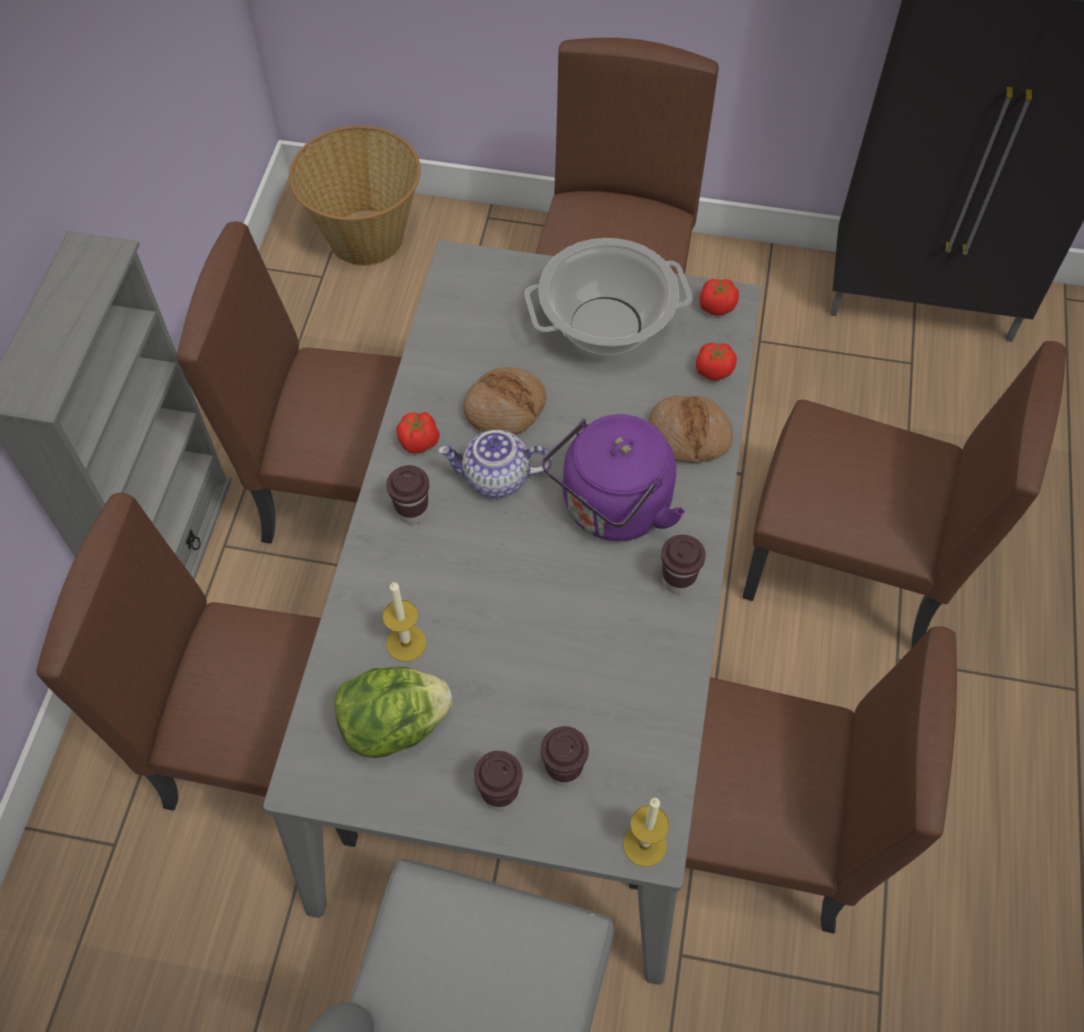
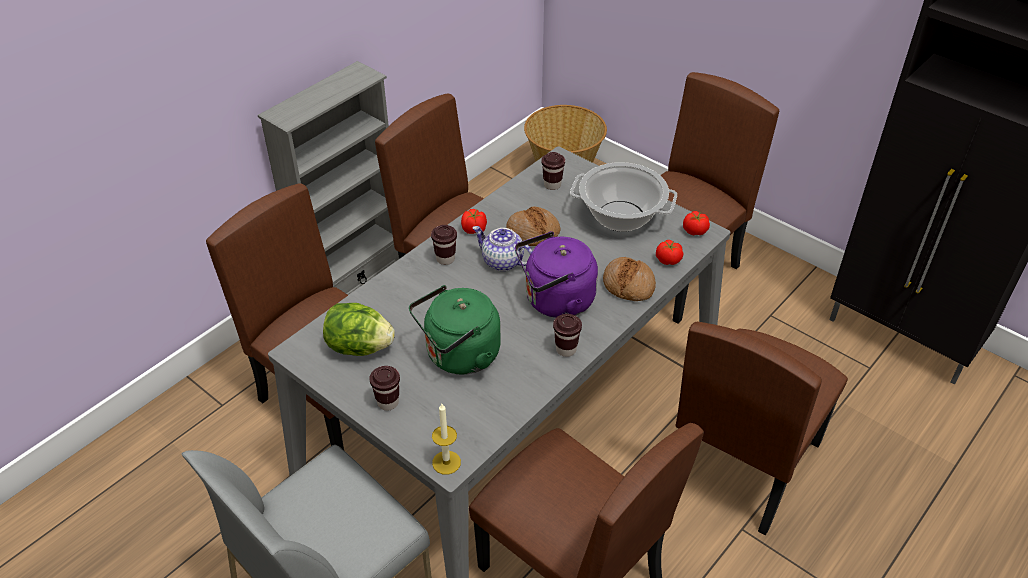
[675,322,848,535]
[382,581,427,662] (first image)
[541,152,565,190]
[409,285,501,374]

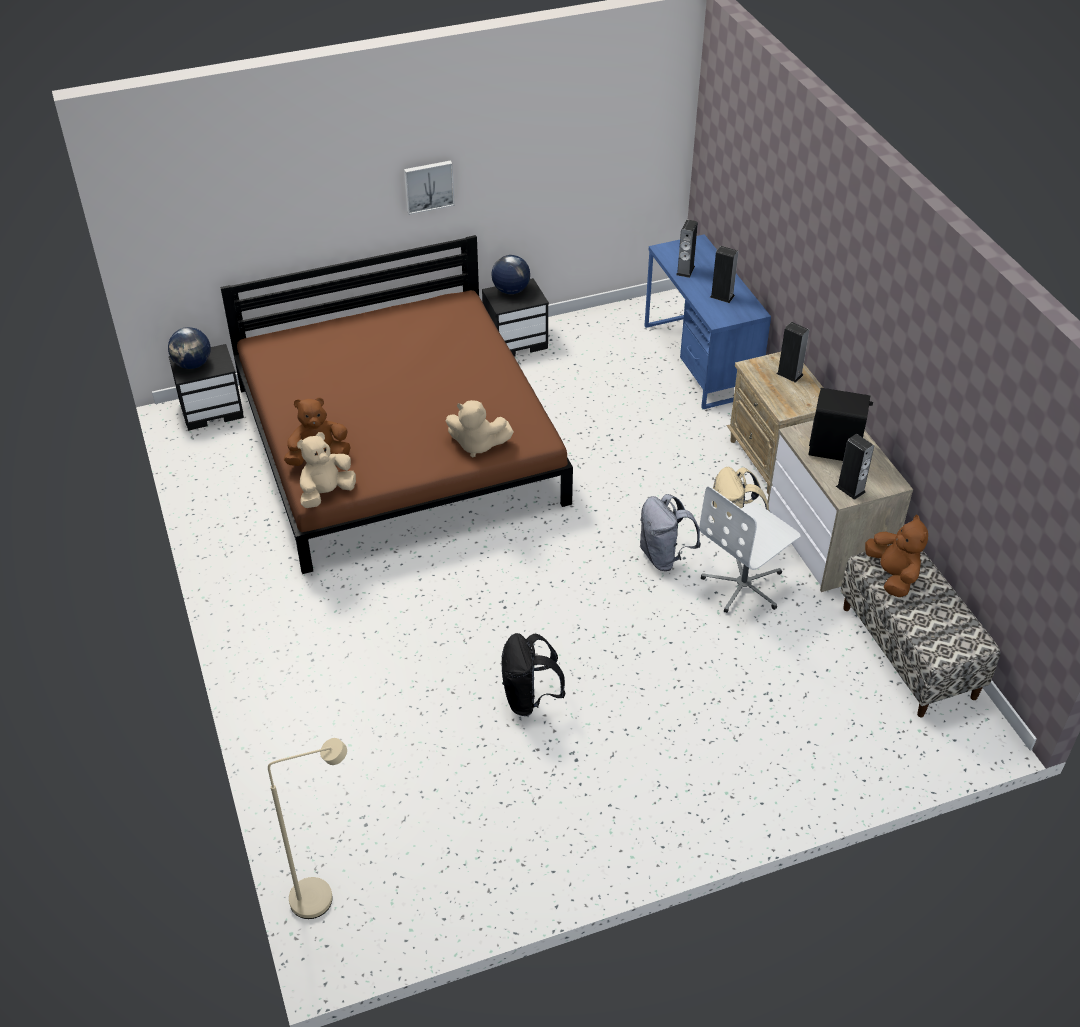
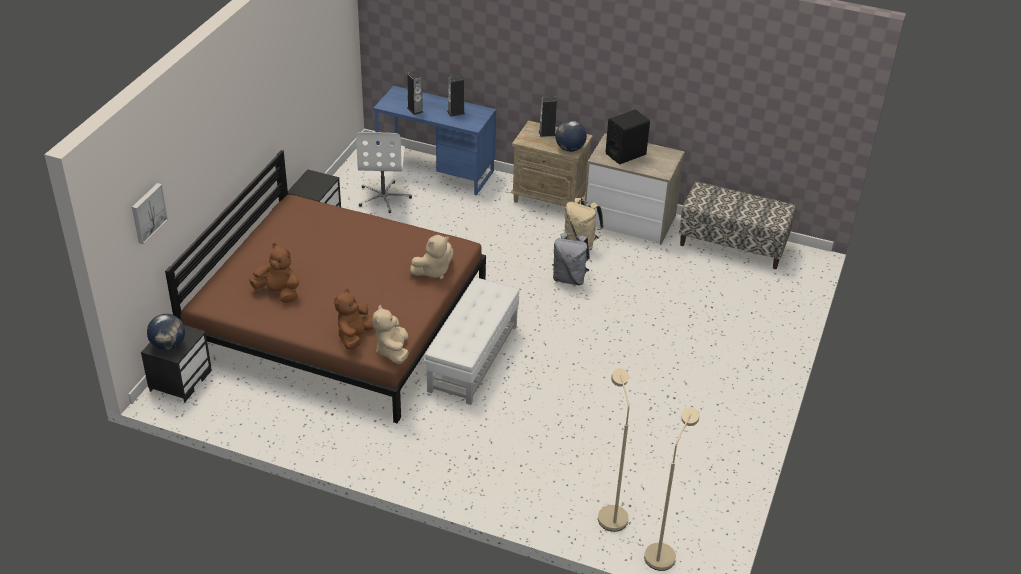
[132,183,168,244]
[556,120,587,152]
[836,434,874,500] (first image)
[356,132,412,213]
[249,243,299,303]
[502,633,566,716] (first image)
[425,278,519,405]
[598,368,629,532]

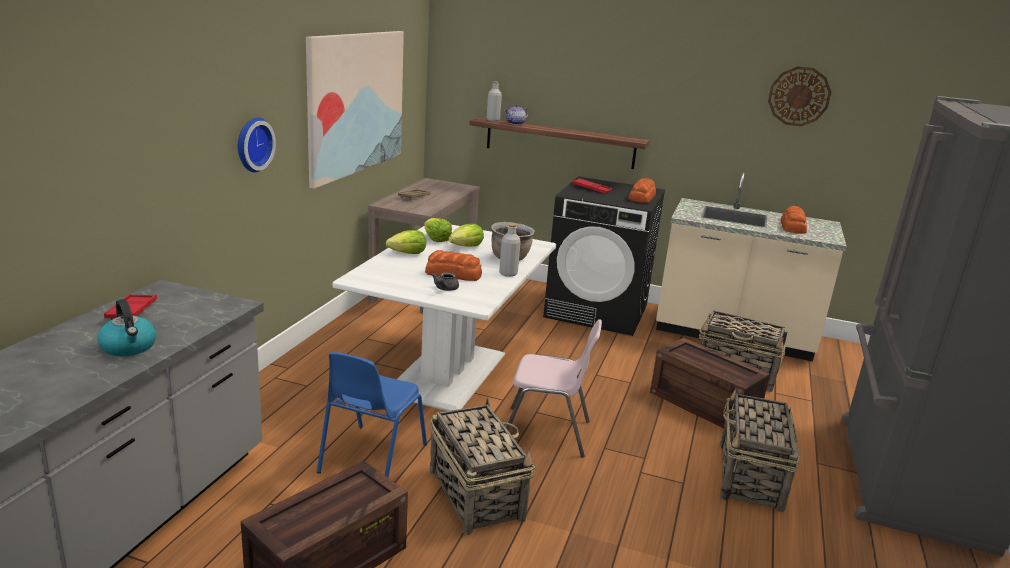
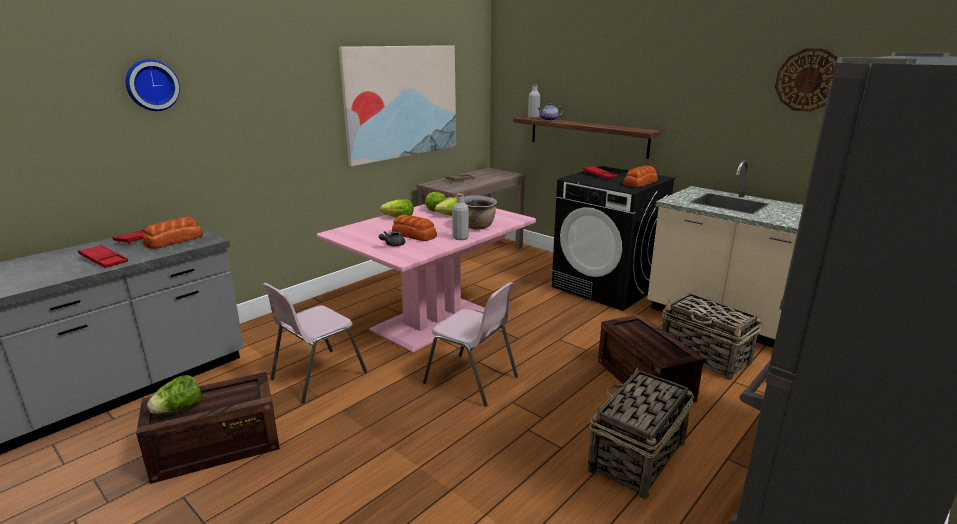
[126,59,180,111]
[143,217,203,249]
[317,197,536,353]
[78,245,128,268]
[262,283,367,403]
[430,398,535,535] (first image)
[147,375,202,414]

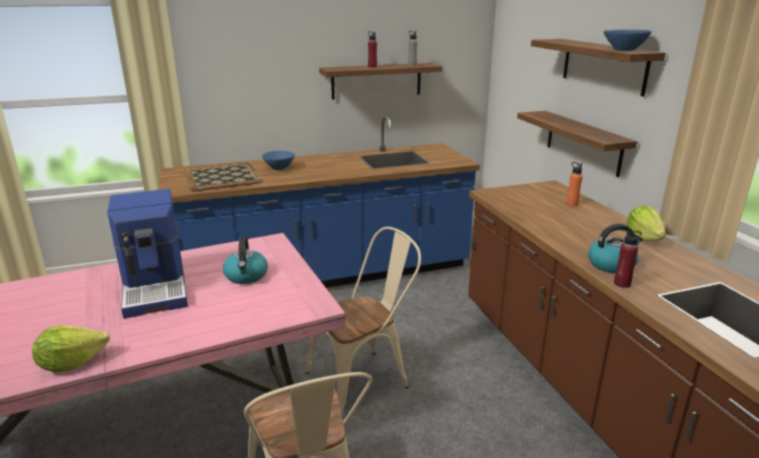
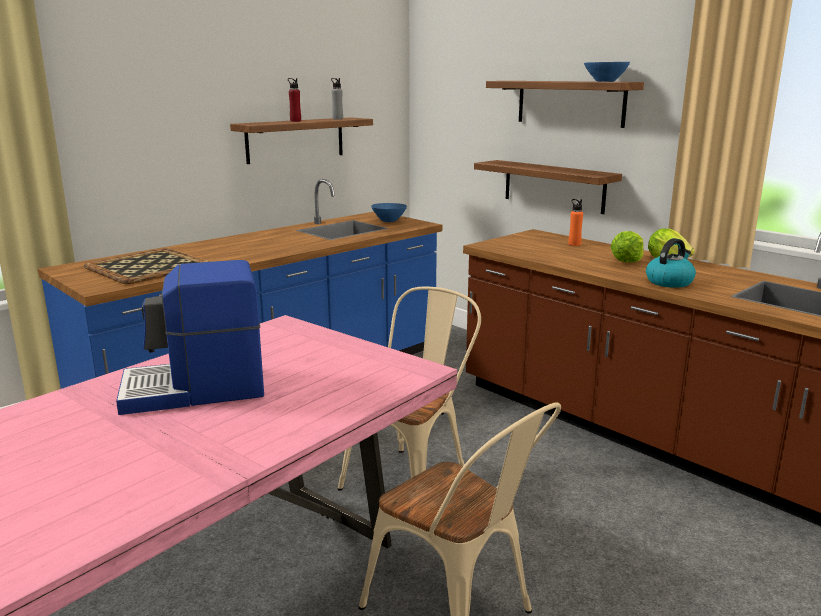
[371,203,407,222]
[116,260,264,415]
[614,229,642,288] (first image)
[223,236,268,284] (first image)
[610,231,643,263]

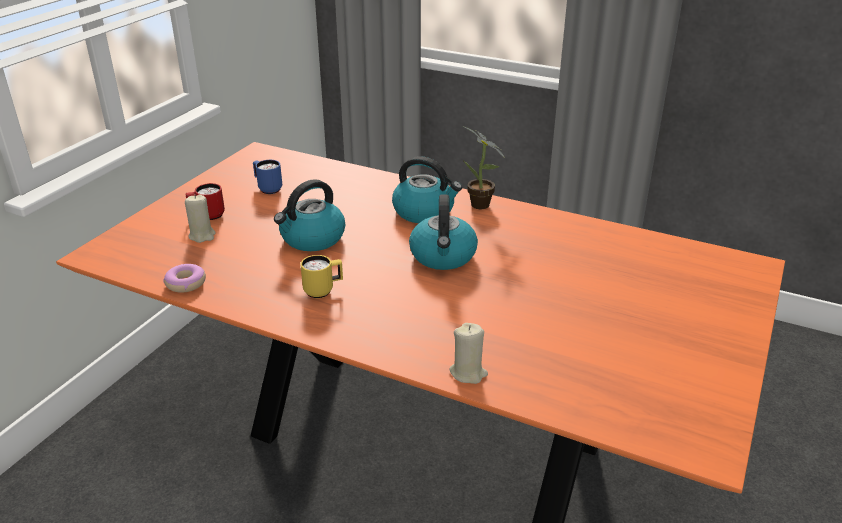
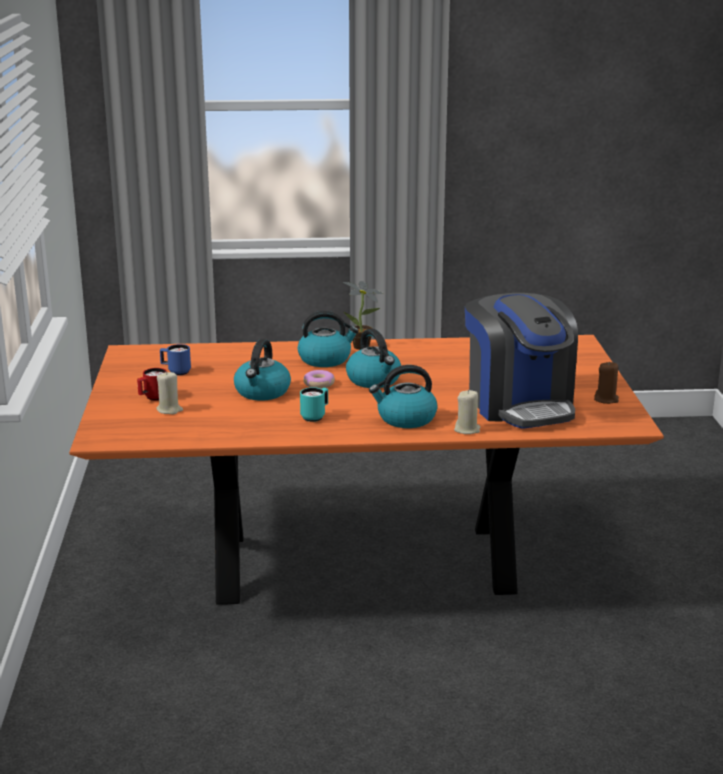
[300,387,328,422]
[303,370,335,389]
[465,293,578,429]
[594,361,619,404]
[369,365,438,428]

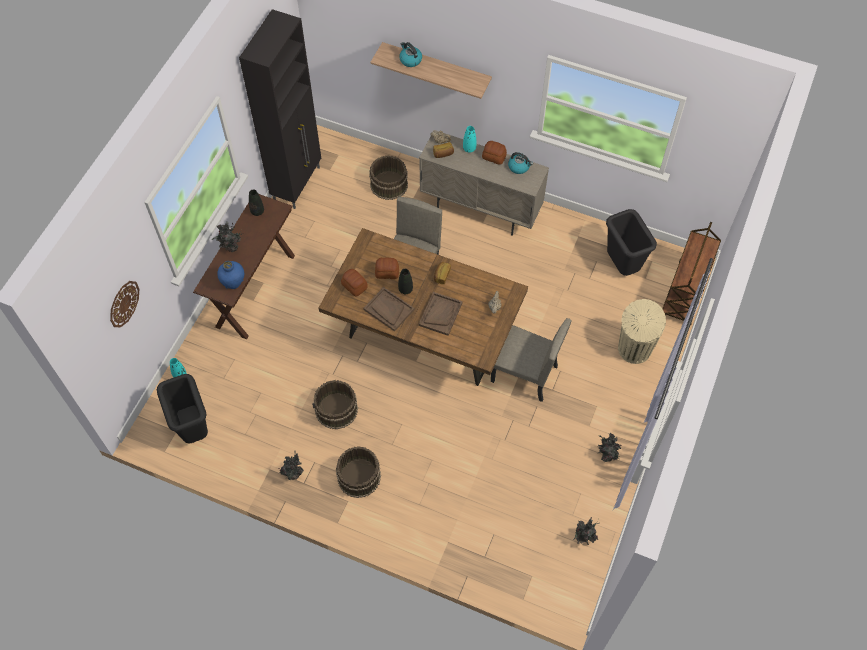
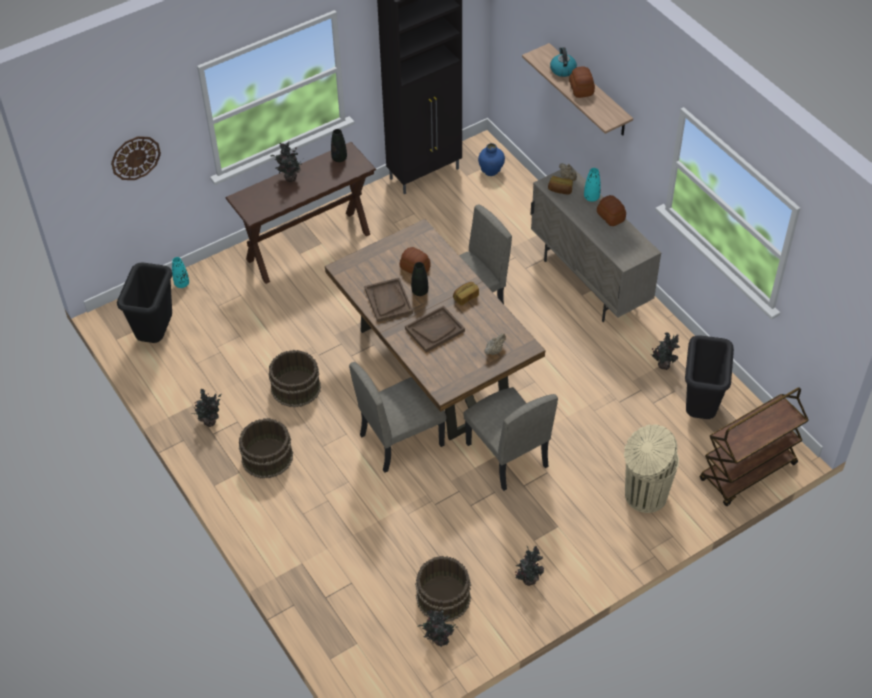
[508,152,533,174] (first image)
[415,556,471,622]
[478,143,505,176]
[569,66,595,98]
[652,332,680,370]
[349,362,446,473]

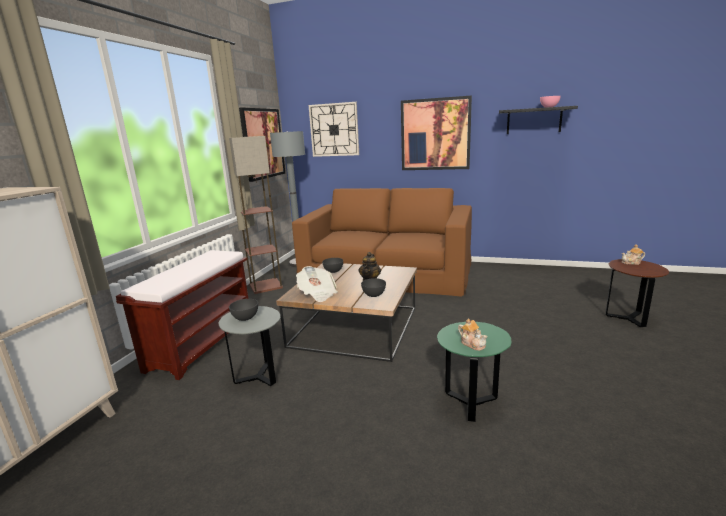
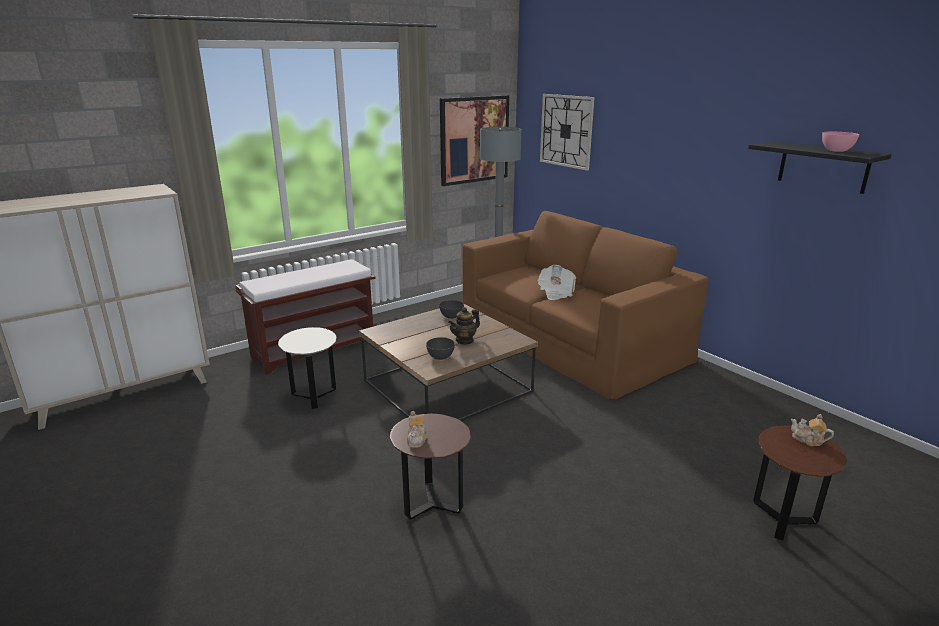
[401,95,472,170] (first image)
[229,136,283,294] (first image)
[537,265,576,300]
[229,299,258,321] (first image)
[390,414,471,520]

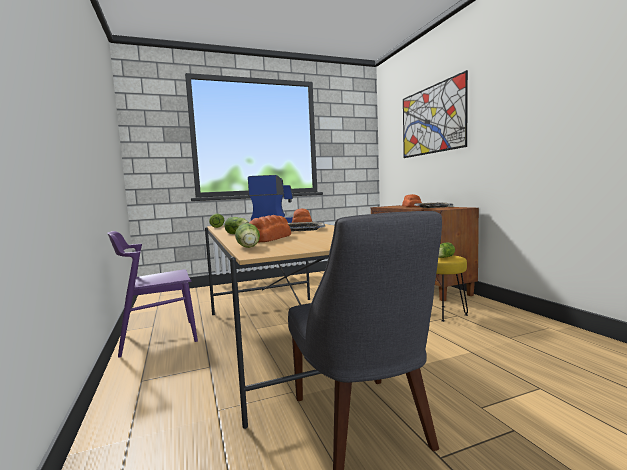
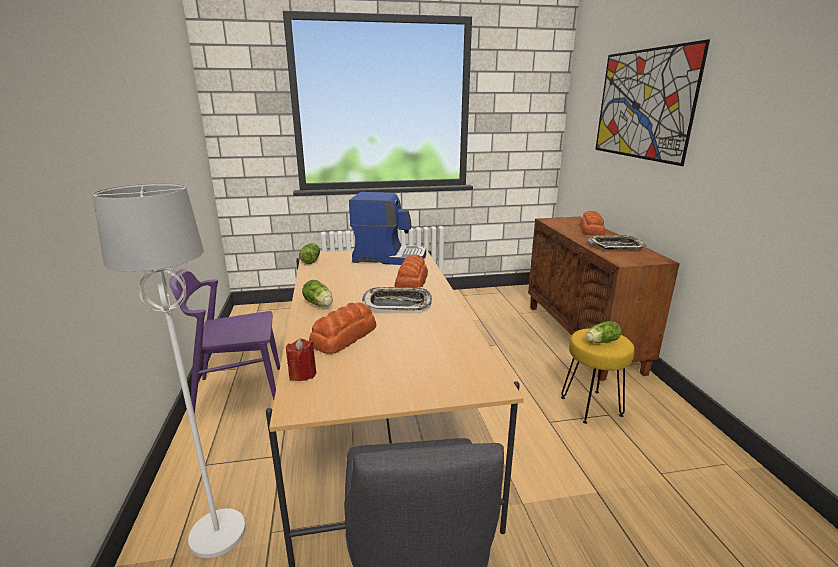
[286,338,316,381]
[92,183,246,558]

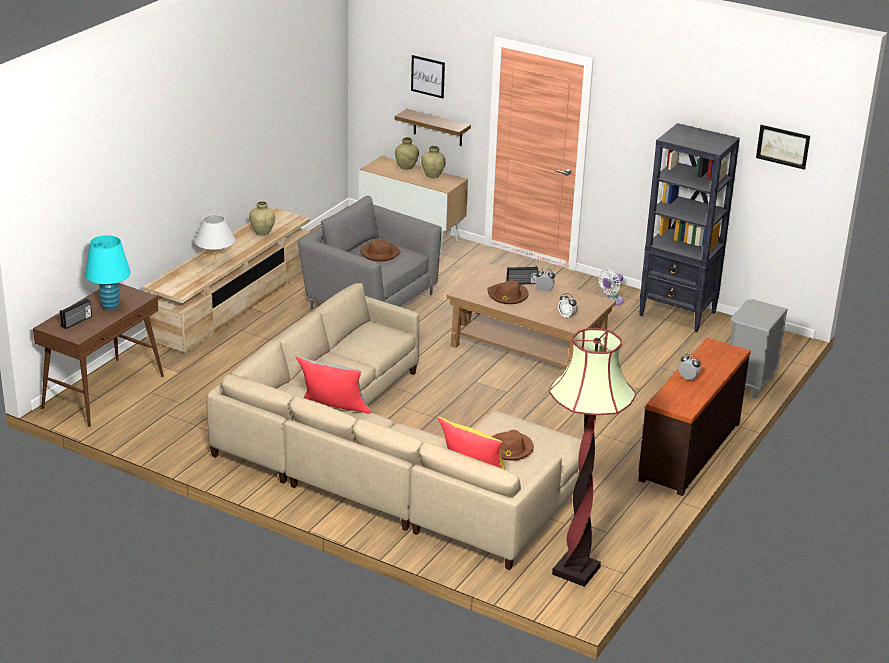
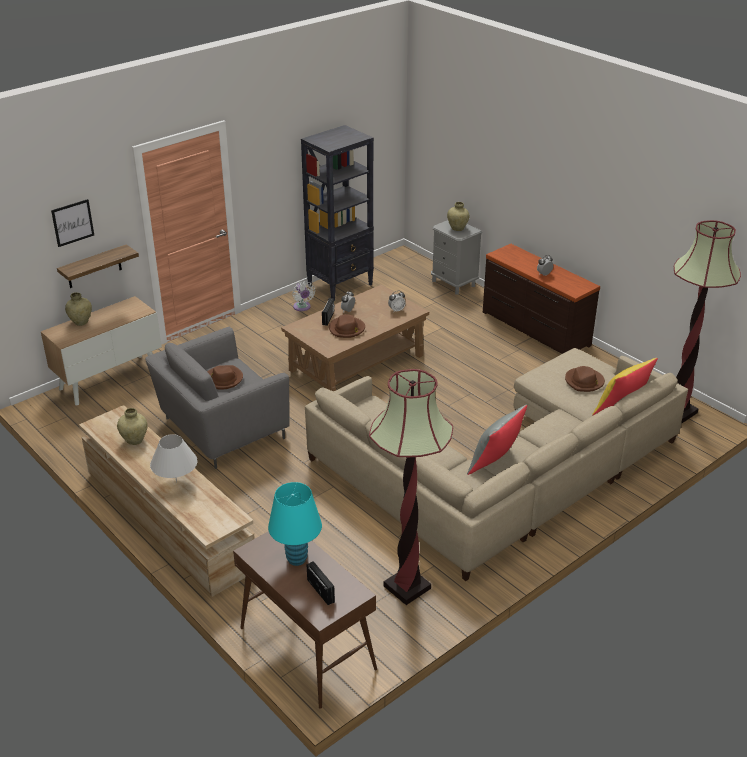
[756,125,810,170] (first image)
[447,202,469,231]
[369,369,453,605]

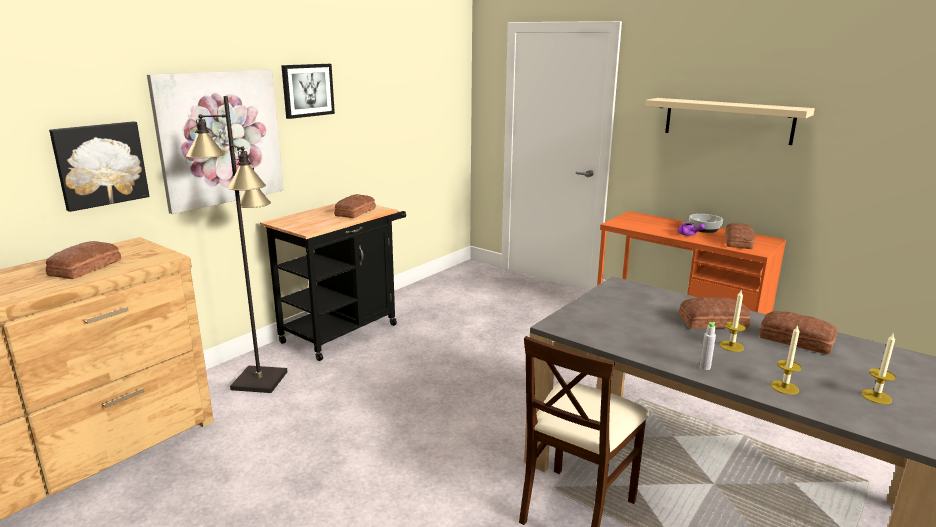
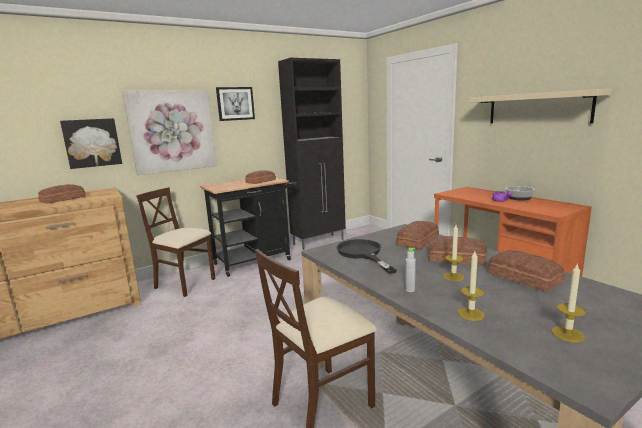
[136,187,216,297]
[396,221,439,249]
[278,58,346,250]
[337,239,397,274]

